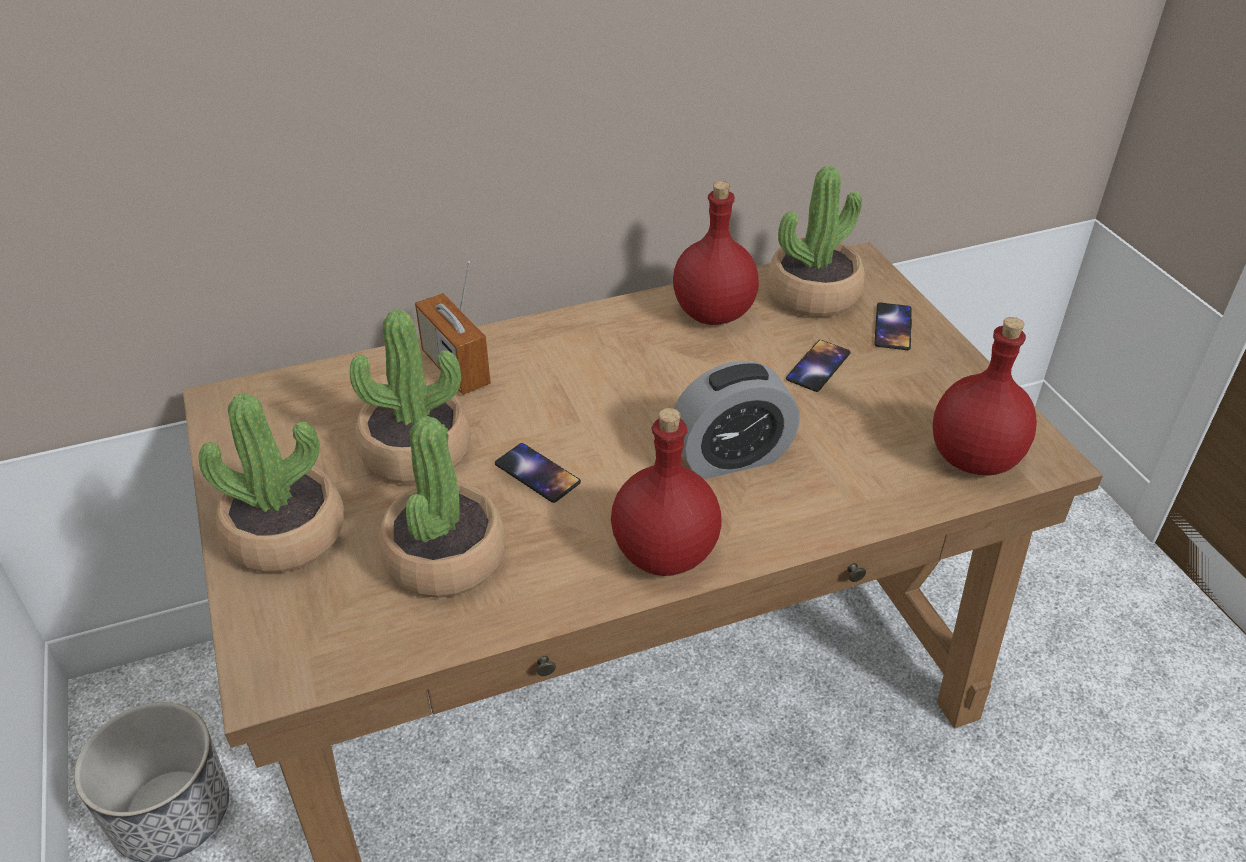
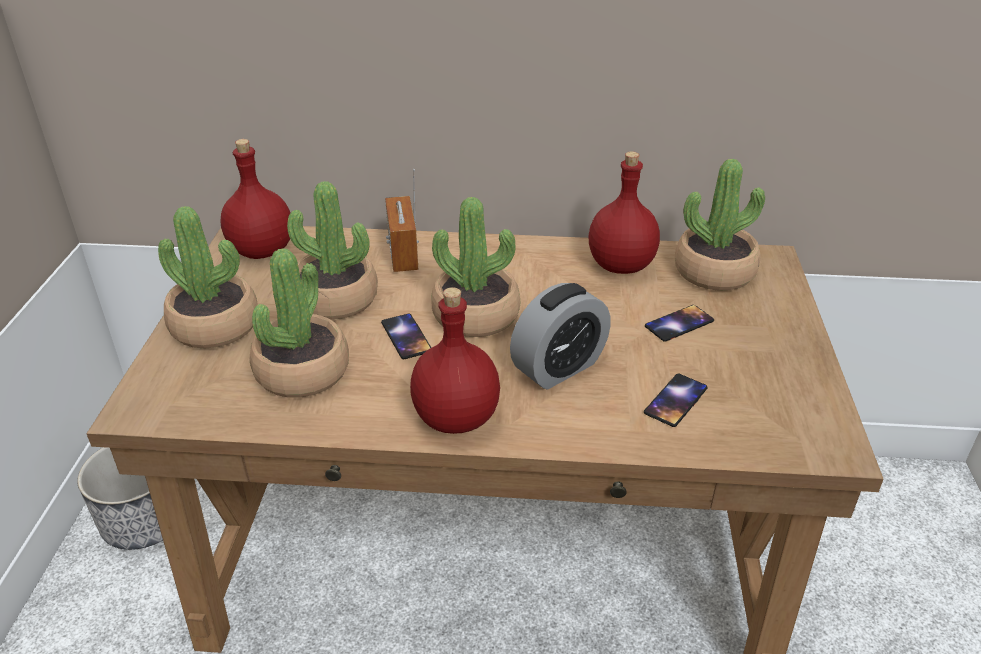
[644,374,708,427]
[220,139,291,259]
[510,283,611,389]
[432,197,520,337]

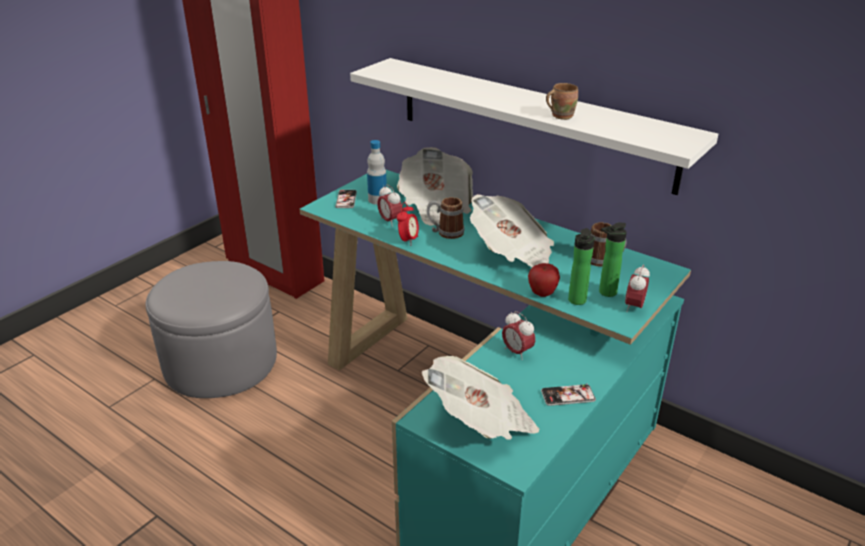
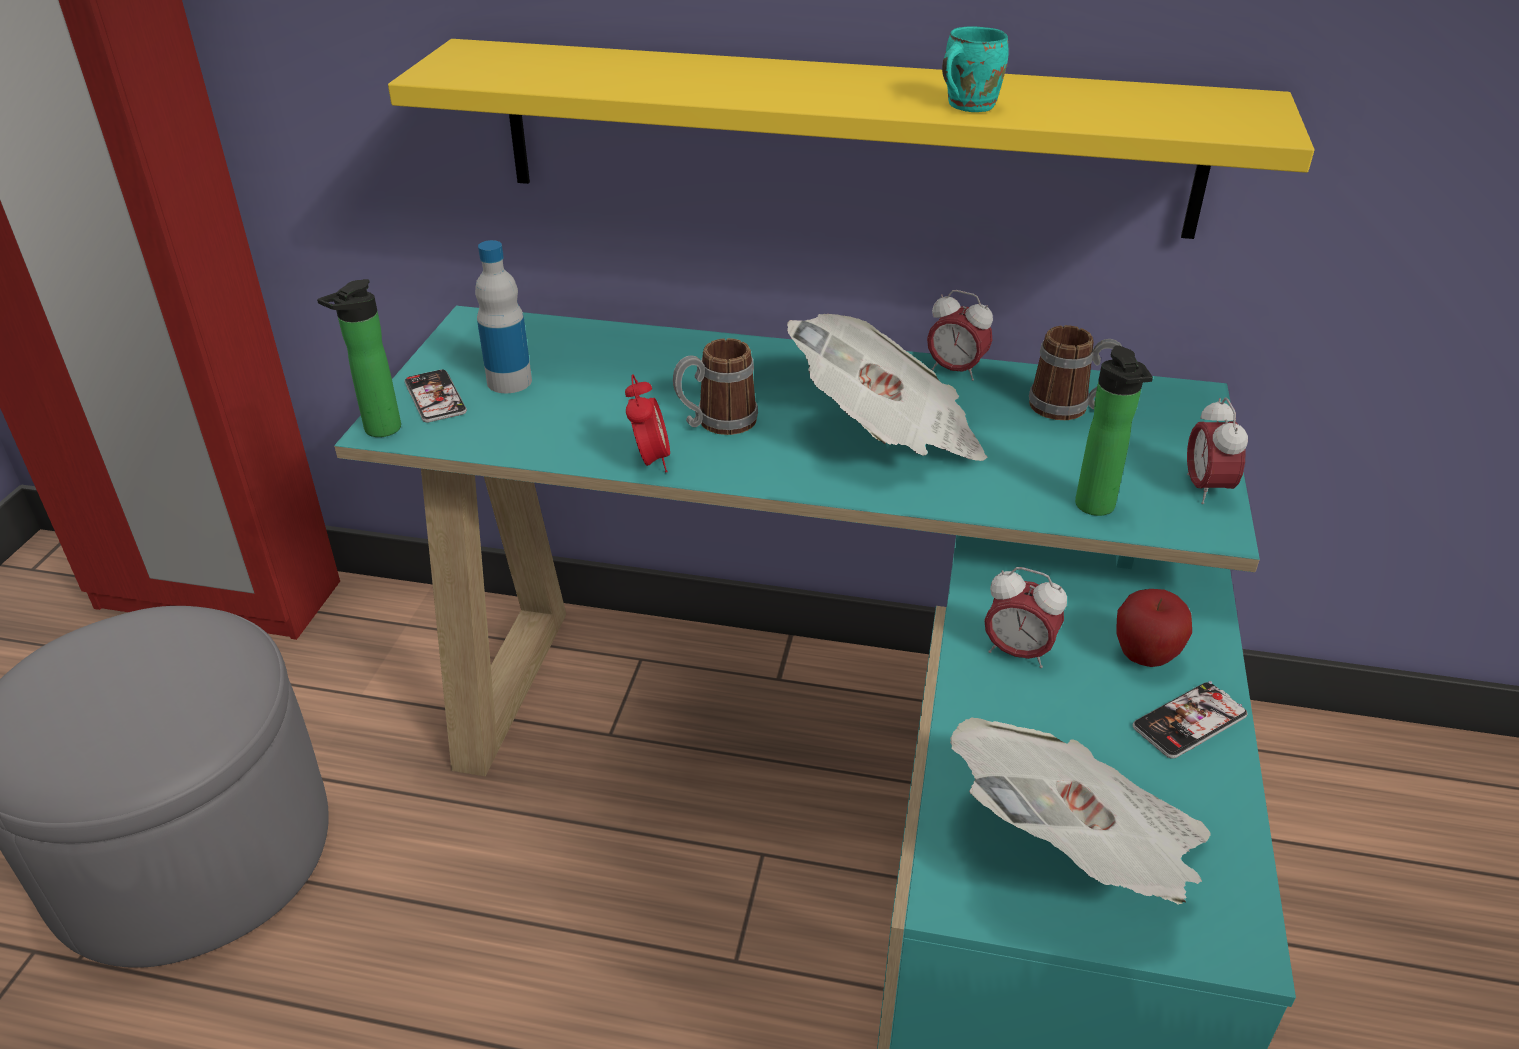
[388,39,1314,239]
[942,26,1009,112]
[397,147,473,226] (first image)
[927,290,993,381]
[317,279,401,437]
[1116,589,1192,667]

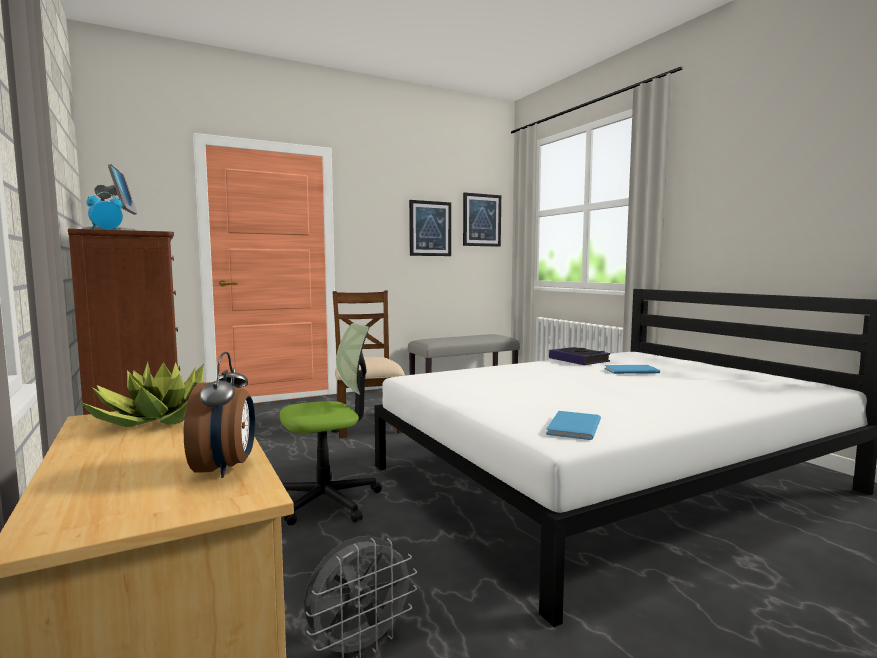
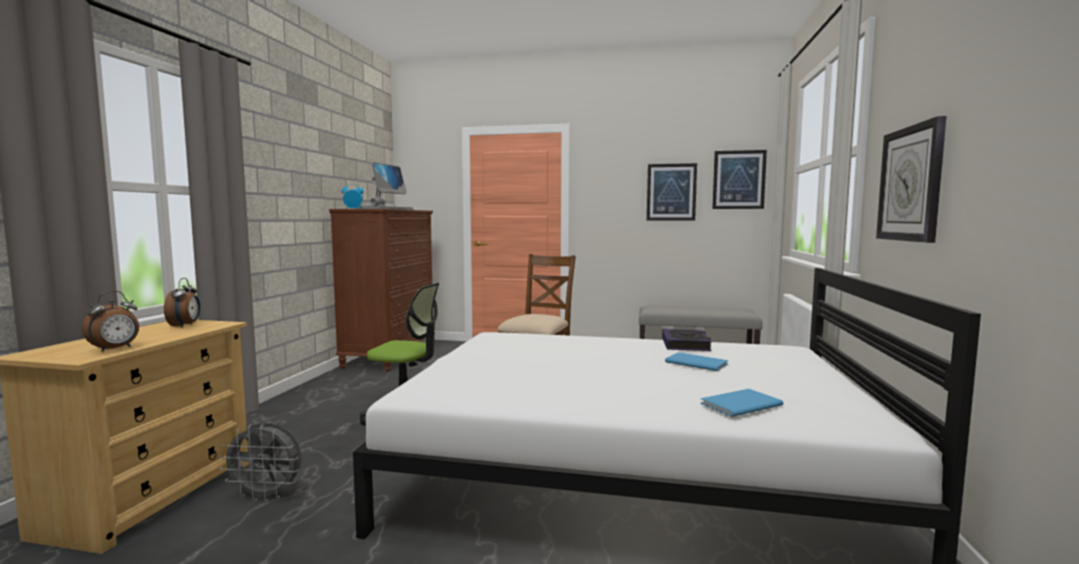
[164,278,200,328]
[701,389,784,417]
[876,116,946,243]

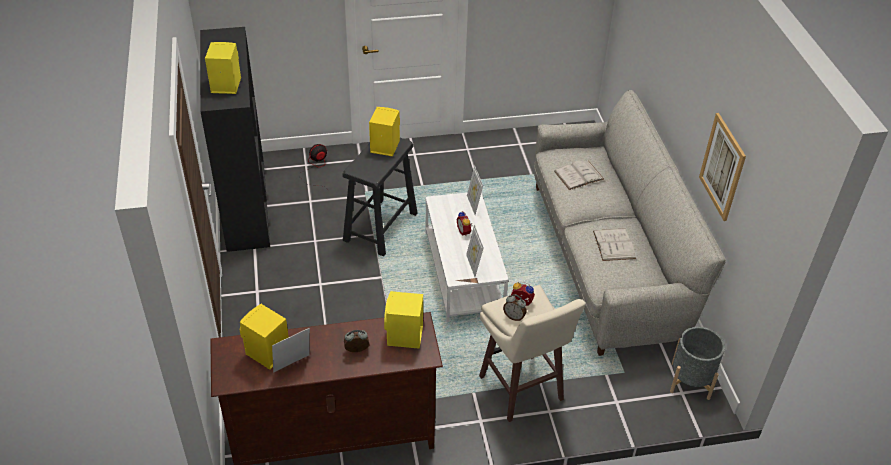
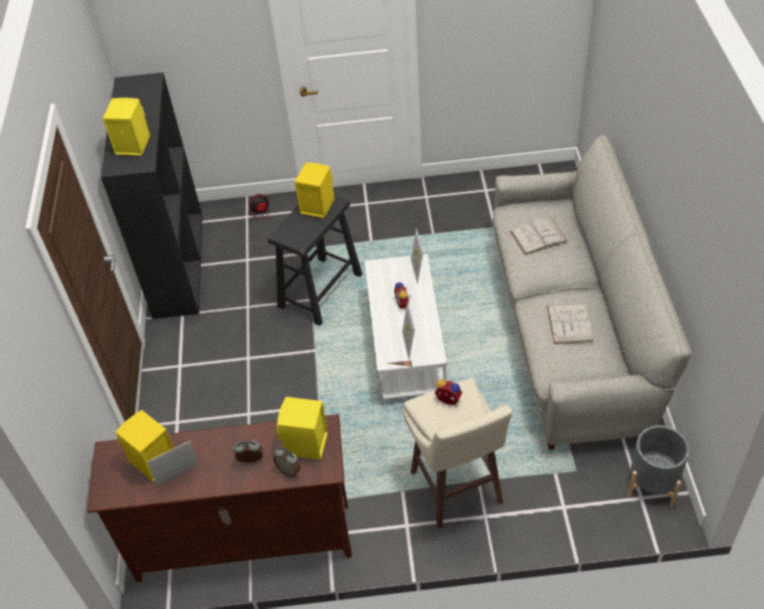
[699,113,746,221] (first image)
[274,447,300,477]

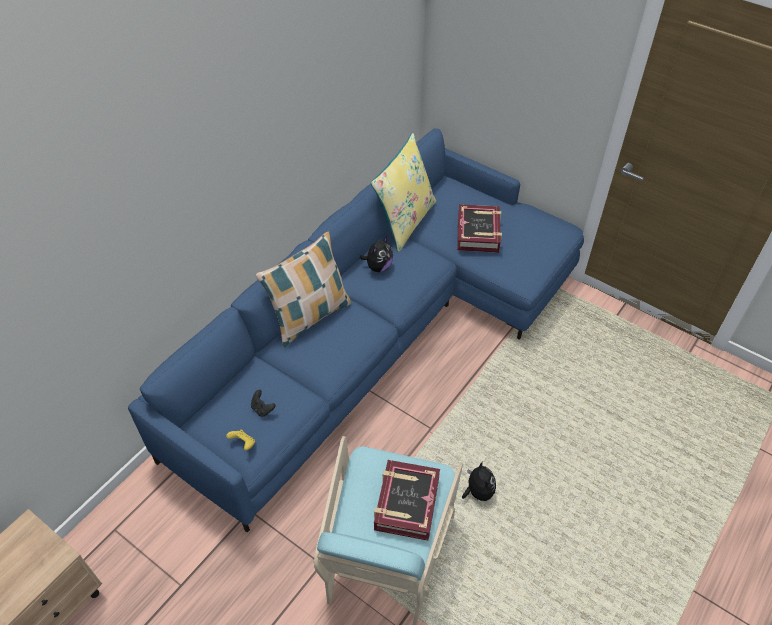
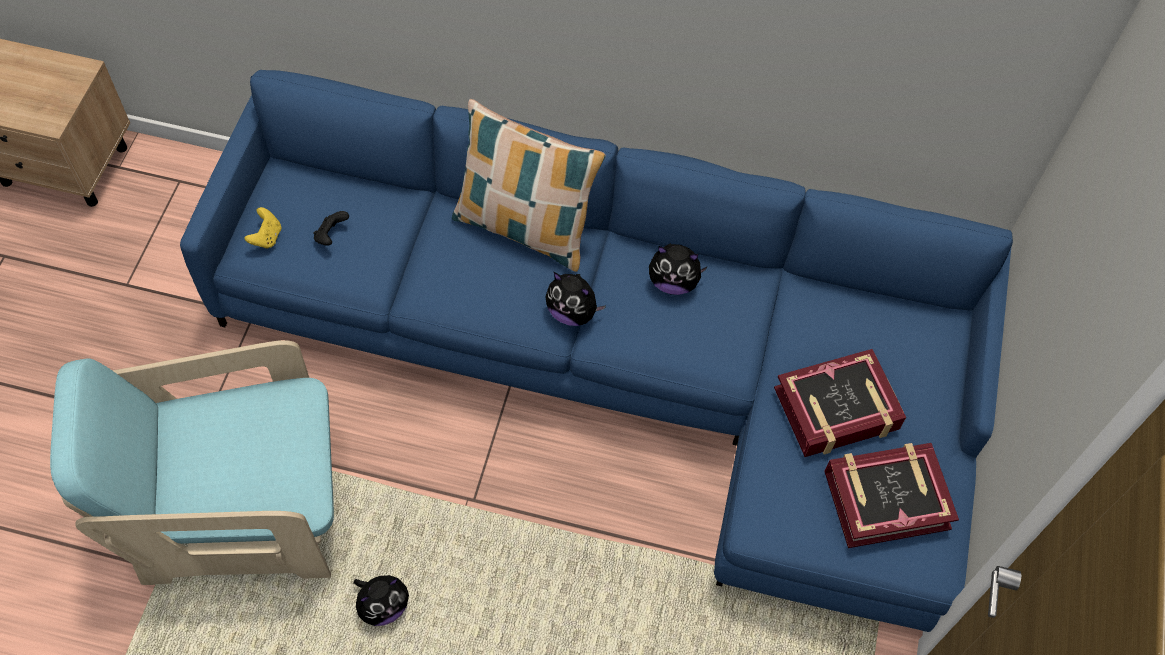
[371,133,436,251] (first image)
[824,443,959,548]
[545,272,606,326]

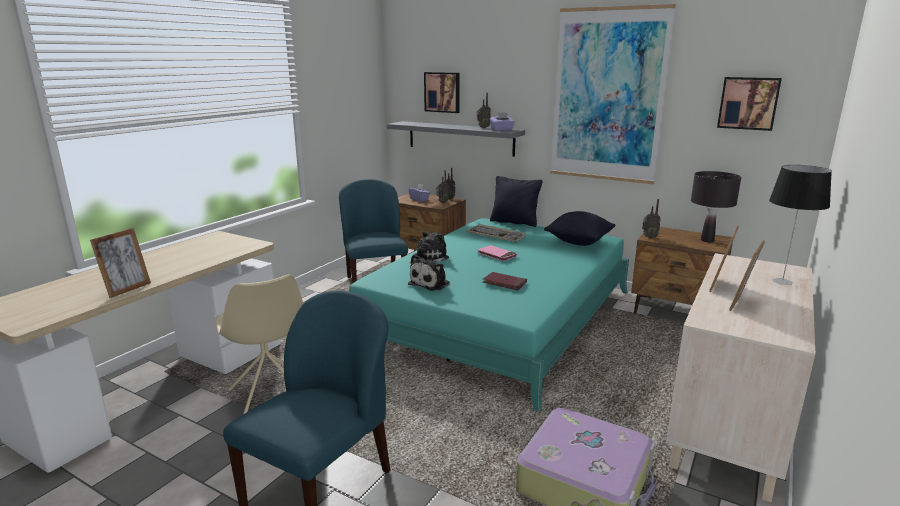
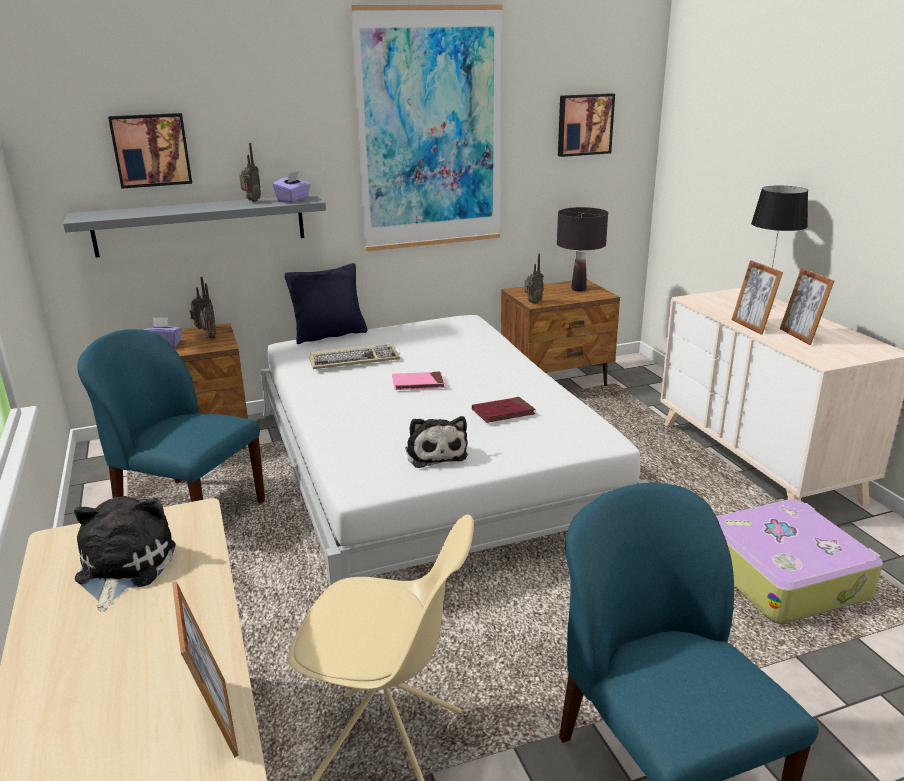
[544,211,615,246] (first image)
[260,315,650,586]
[74,496,176,611]

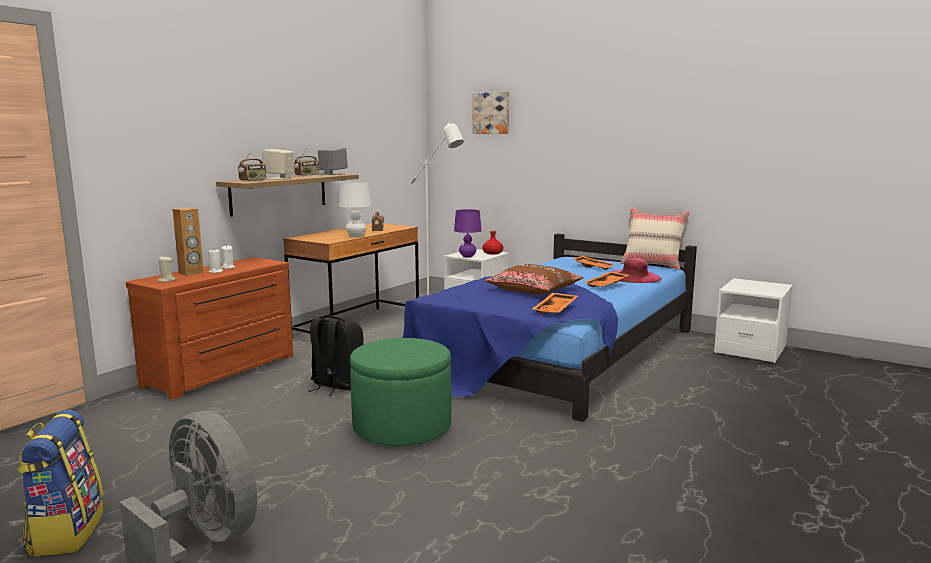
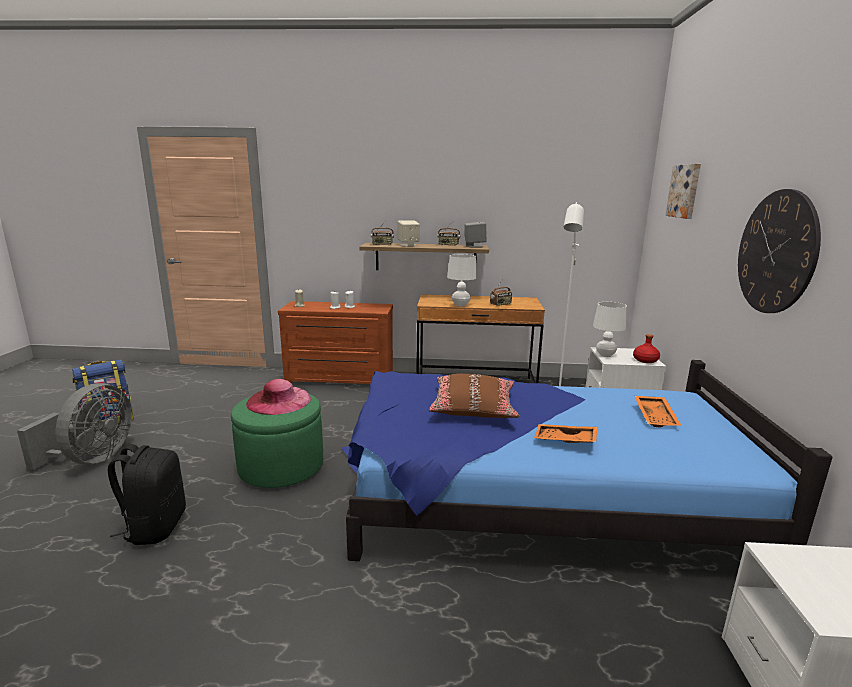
[173,207,204,276] (first image)
[621,208,690,270] (first image)
[593,302,627,357]
[246,379,311,415]
[532,293,578,314] (first image)
[108,444,186,545]
[738,189,821,313]

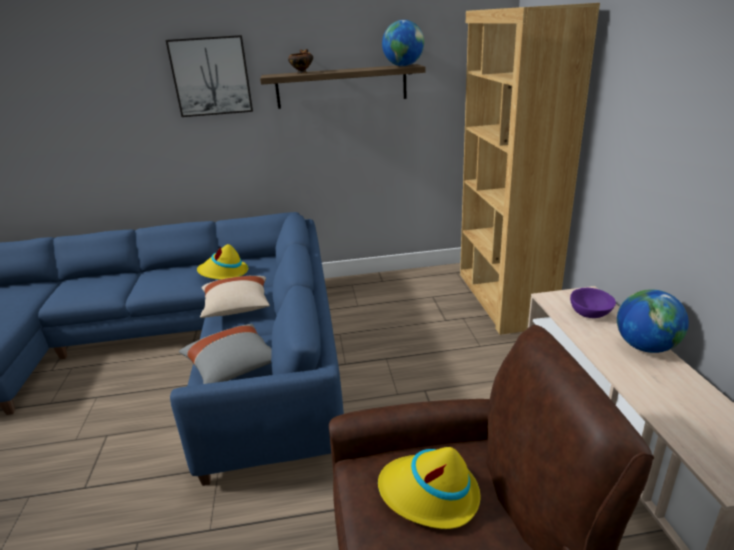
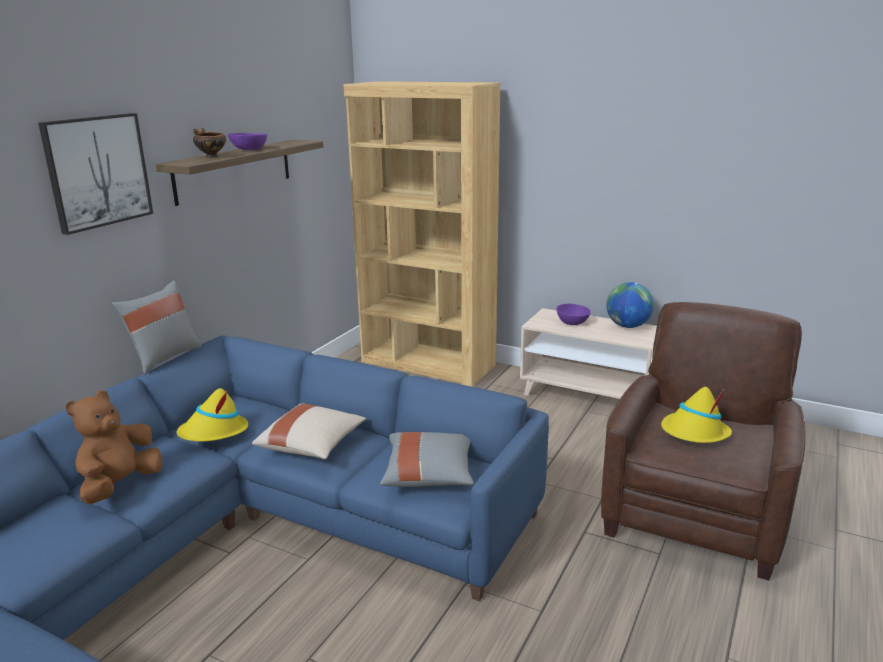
[382,20,424,66] (first image)
[228,133,267,150]
[112,280,201,375]
[66,390,162,504]

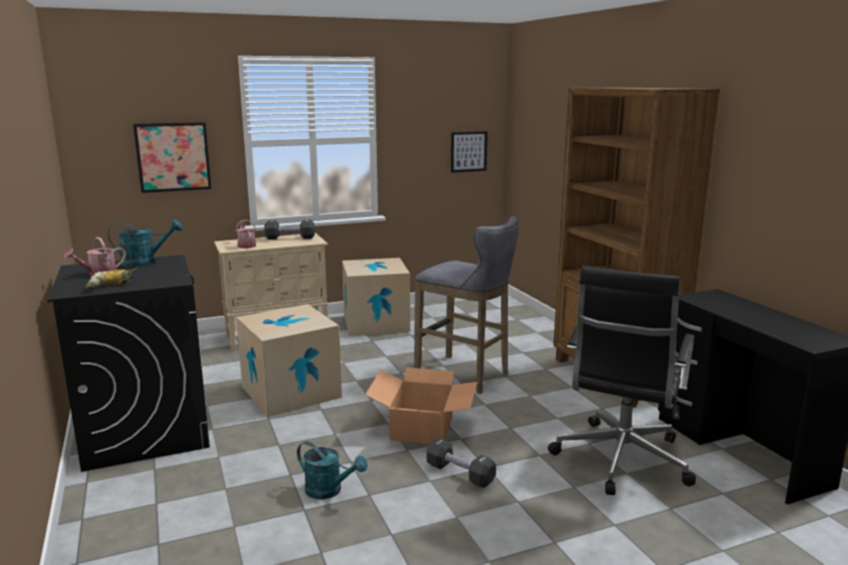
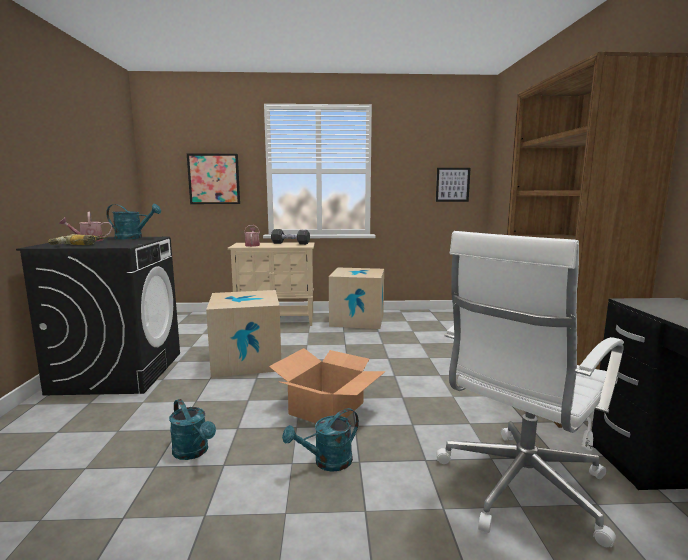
[414,216,519,394] (first image)
[436,231,624,547]
[282,408,359,472]

